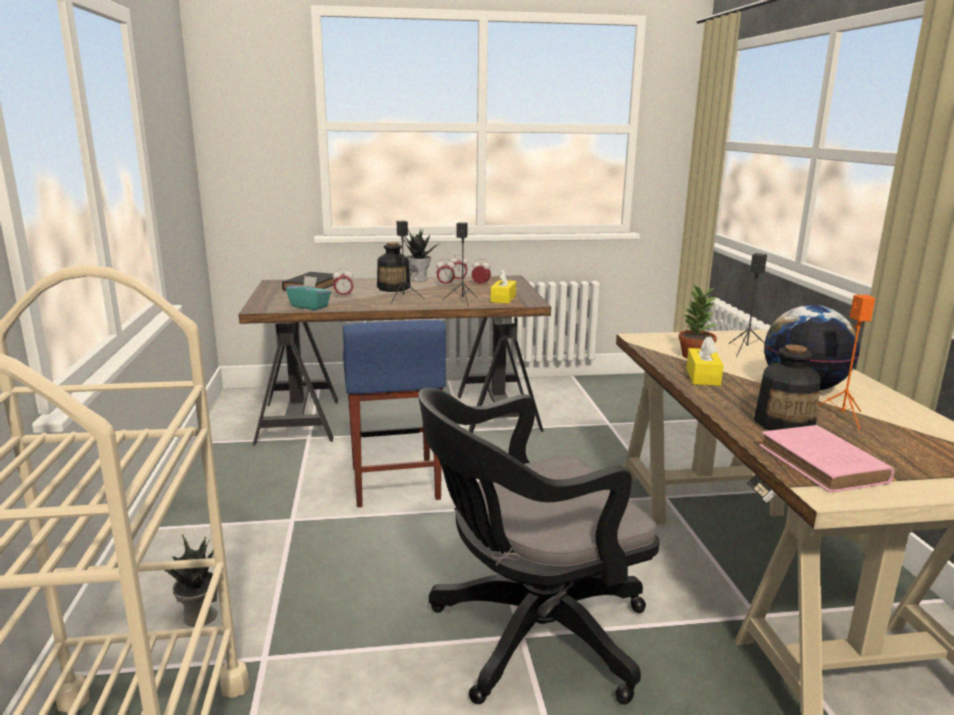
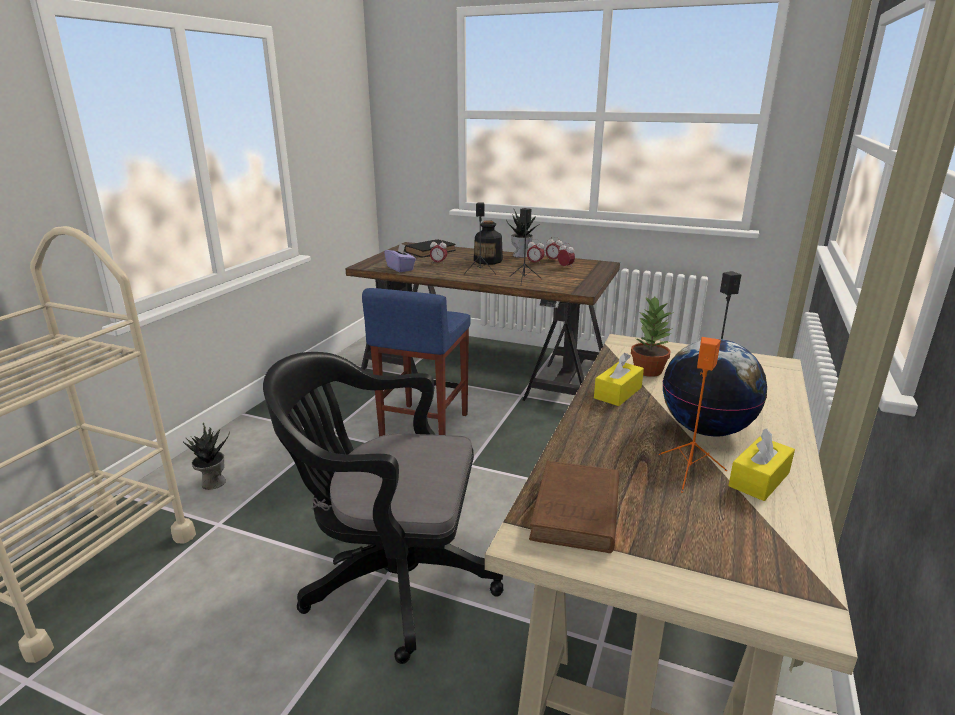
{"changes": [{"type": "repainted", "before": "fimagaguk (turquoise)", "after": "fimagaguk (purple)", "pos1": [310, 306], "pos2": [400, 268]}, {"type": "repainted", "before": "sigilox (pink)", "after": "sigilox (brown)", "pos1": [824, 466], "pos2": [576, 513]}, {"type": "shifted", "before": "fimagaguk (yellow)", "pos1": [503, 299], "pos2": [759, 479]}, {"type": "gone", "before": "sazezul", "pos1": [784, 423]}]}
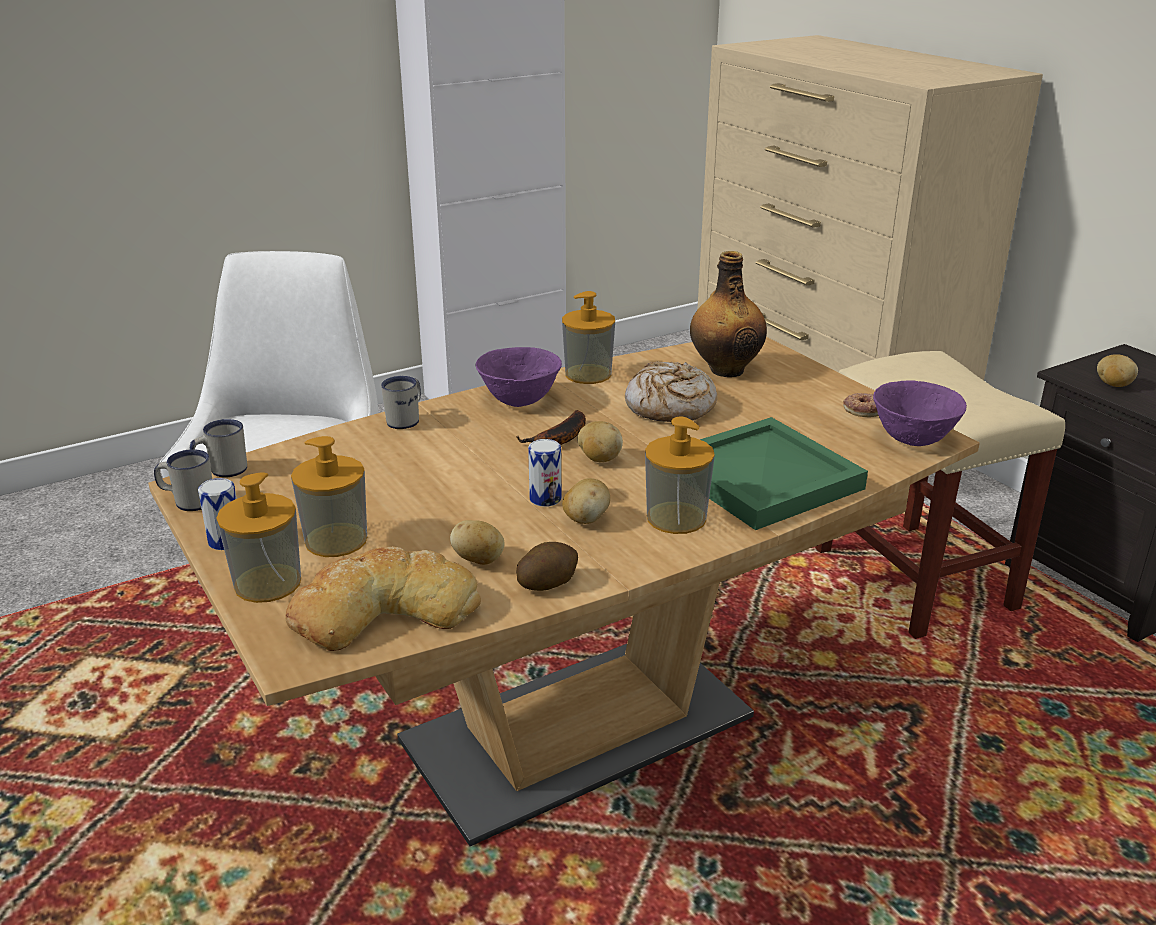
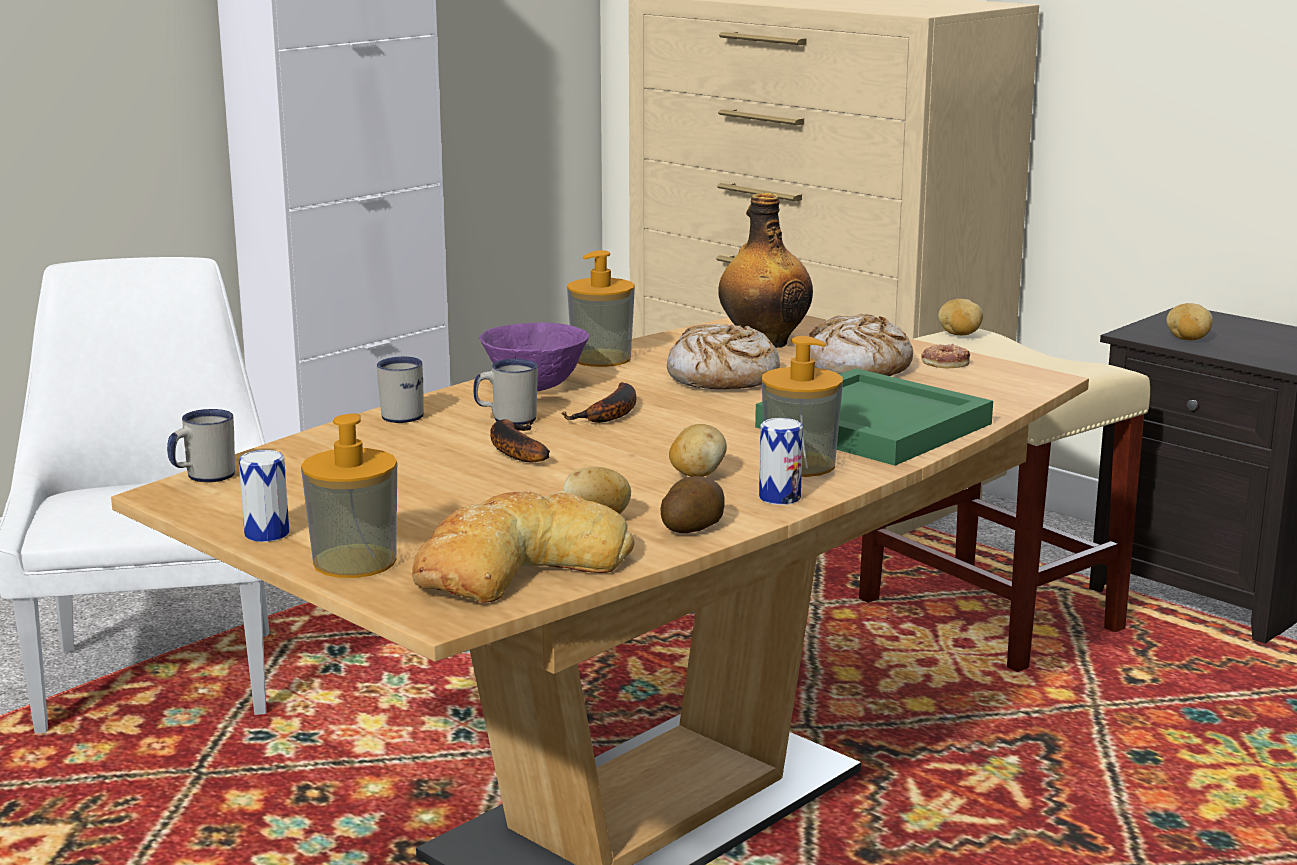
{"changes": [{"type": "shifted", "before": "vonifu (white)", "pos1": [188, 501], "pos2": [506, 419]}, {"type": "new", "after": "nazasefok", "pos2": [514, 449]}, {"type": "shifted", "before": "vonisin", "pos1": [545, 498], "pos2": [779, 497]}, {"type": "new", "after": "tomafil", "pos2": [857, 367]}, {"type": "shifted", "before": "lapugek", "pos1": [599, 459], "pos2": [959, 334]}, {"type": "gone", "before": "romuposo", "pos1": [336, 540]}, {"type": "gone", "before": "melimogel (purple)", "pos1": [913, 439]}]}
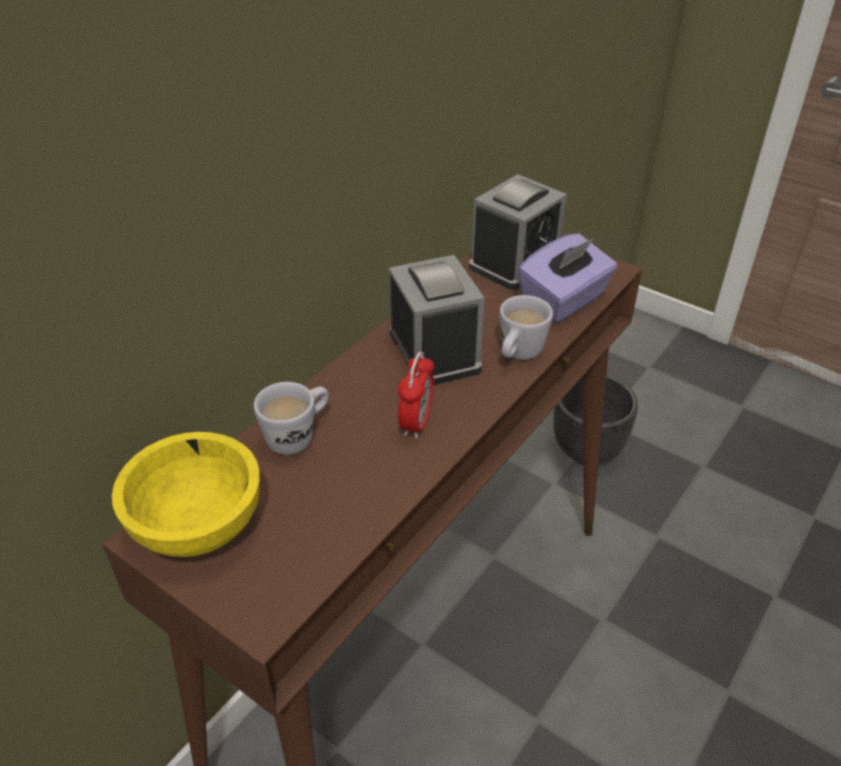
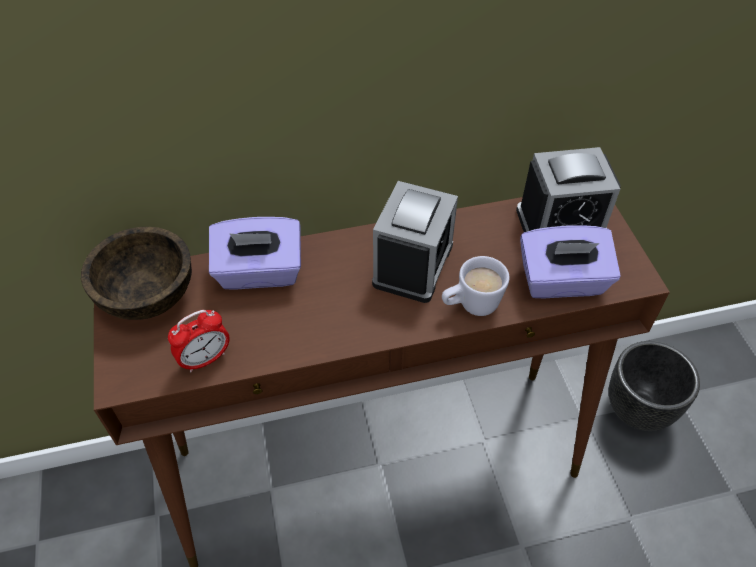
{"changes": [{"type": "repainted", "before": "melimogel (yellow)", "after": "melimogel (brown)", "pos1": [199, 525], "pos2": [148, 296]}, {"type": "shifted", "before": "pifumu", "pos1": [416, 423], "pos2": [205, 359]}, {"type": "swapped", "before": "vonifu (white)", "after": "fimagaguk (purple)", "pos1": [298, 436], "pos2": [260, 273]}]}
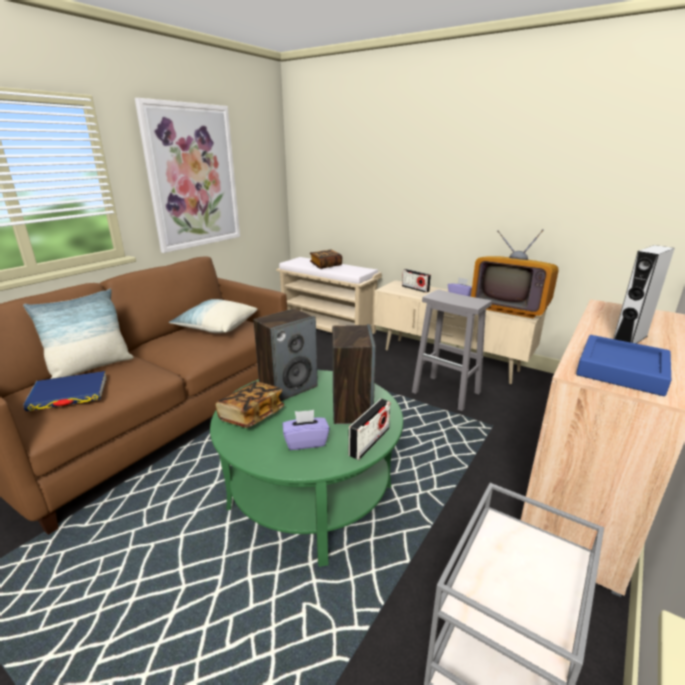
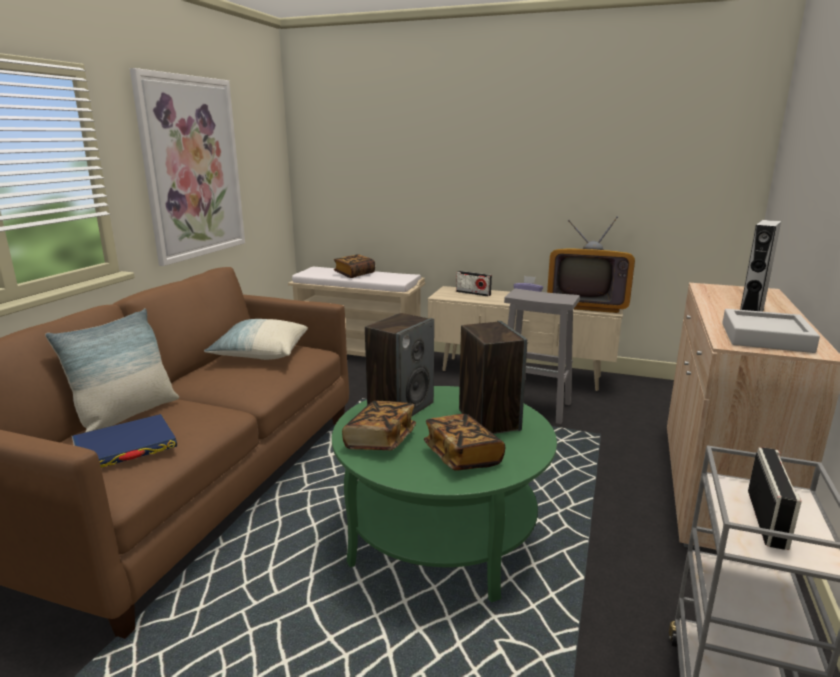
{"changes": [{"type": "swapped", "before": "fimagaguk (purple)", "after": "sigilox", "pos1": [305, 442], "pos2": [462, 456]}, {"type": "repainted", "before": "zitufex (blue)", "after": "zitufex (grey)", "pos1": [621, 370], "pos2": [765, 337]}, {"type": "shifted", "before": "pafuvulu", "pos1": [369, 442], "pos2": [767, 519]}]}
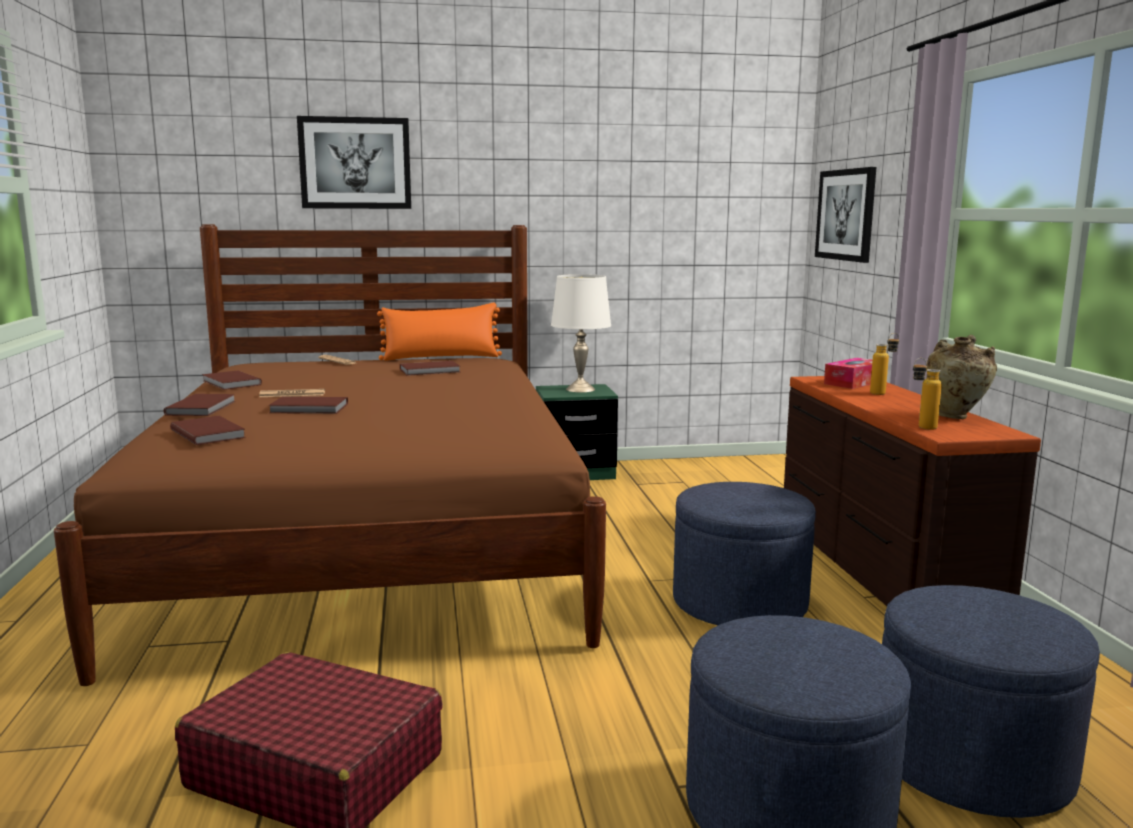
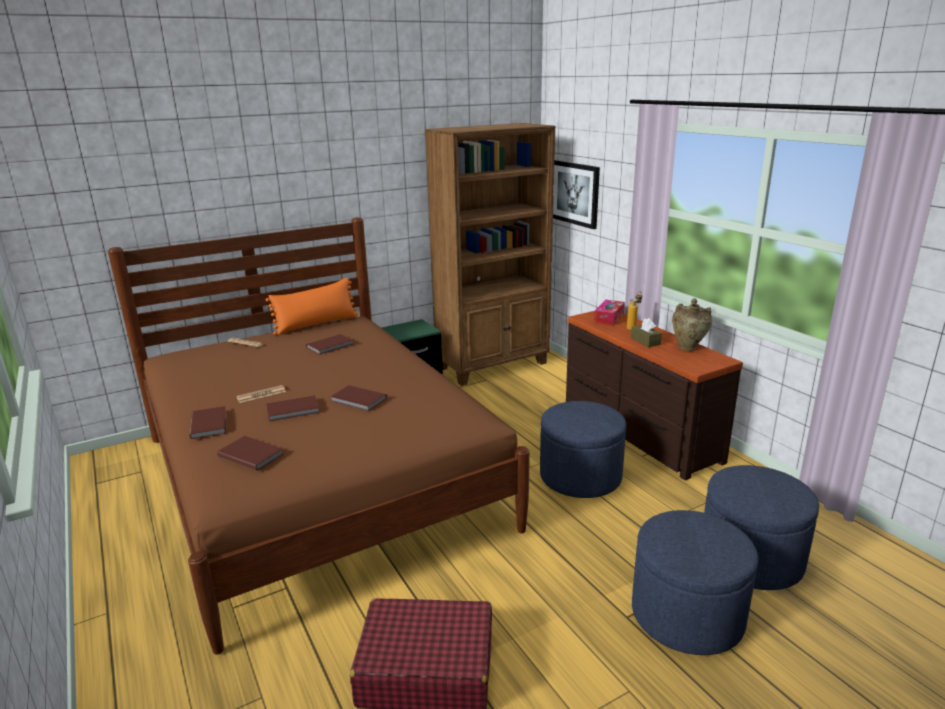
{"changes": [{"type": "shifted", "before": "sigilox (brown)", "pos1": [230, 383], "pos2": [358, 400]}, {"type": "new", "after": "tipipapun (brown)", "pos2": [493, 366]}, {"type": "new", "after": "fimagaguk (brown)", "pos2": [645, 341]}, {"type": "gone", "before": "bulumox", "pos1": [355, 163]}, {"type": "gone", "before": "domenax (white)", "pos1": [581, 389]}, {"type": "gone", "before": "sazezul", "pos1": [921, 428]}]}
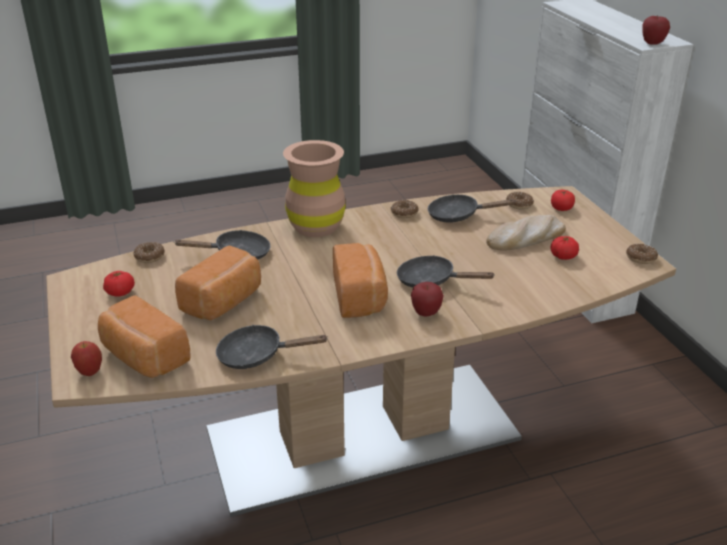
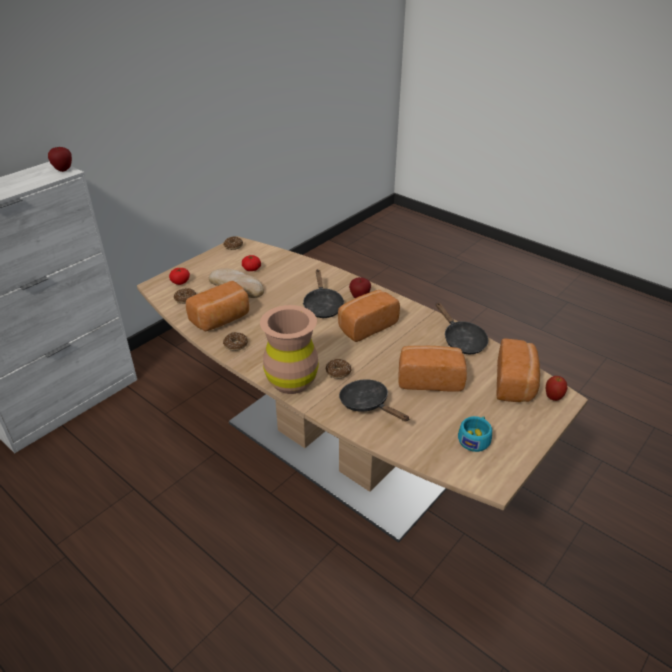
{"changes": [{"type": "swapped", "before": "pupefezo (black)", "after": "tomafil", "pos1": [458, 215], "pos2": [222, 319]}, {"type": "shifted", "before": "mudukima", "pos1": [149, 257], "pos2": [338, 372]}, {"type": "swapped", "before": "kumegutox", "after": "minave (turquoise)", "pos1": [120, 292], "pos2": [475, 438]}]}
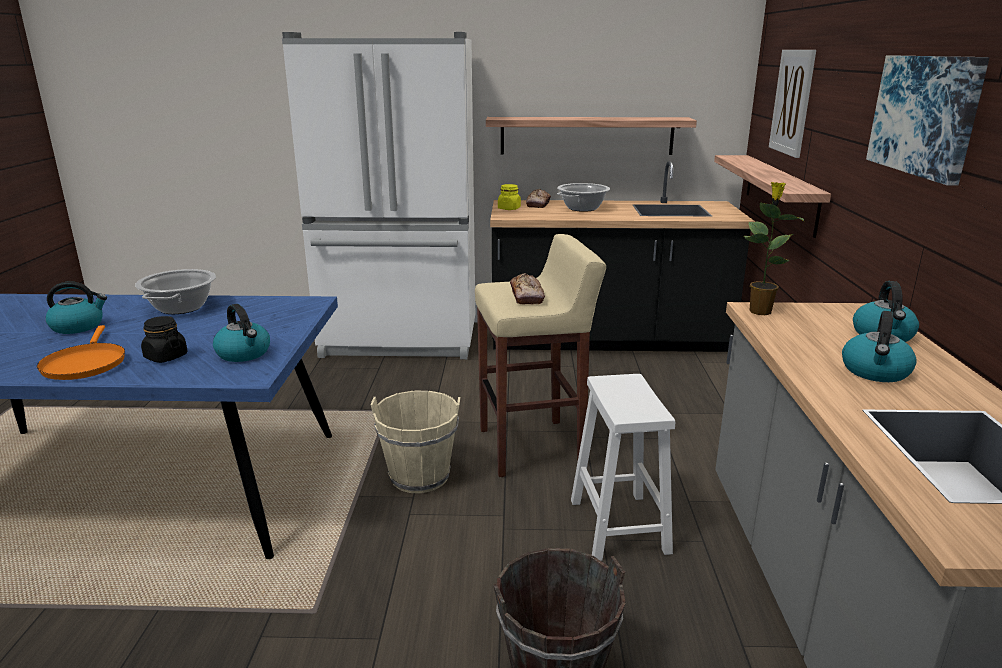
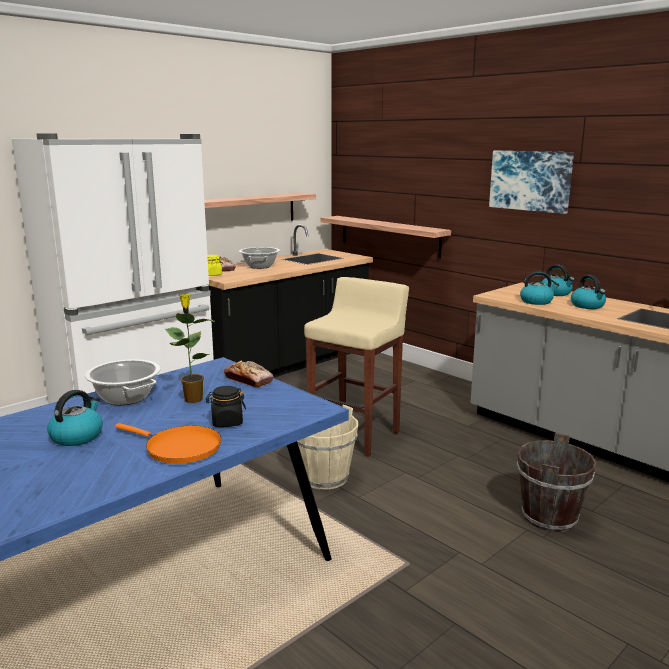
{"changes": [{"type": "shifted", "before": "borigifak", "pos1": [760, 311], "pos2": [193, 399]}, {"type": "shifted", "before": "tomafil", "pos1": [526, 296], "pos2": [248, 380]}, {"type": "shifted", "before": "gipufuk", "pos1": [244, 353], "pos2": [536, 301]}, {"type": "gone", "before": "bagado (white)", "pos1": [619, 527]}, {"type": "gone", "before": "bulumox", "pos1": [792, 102]}]}
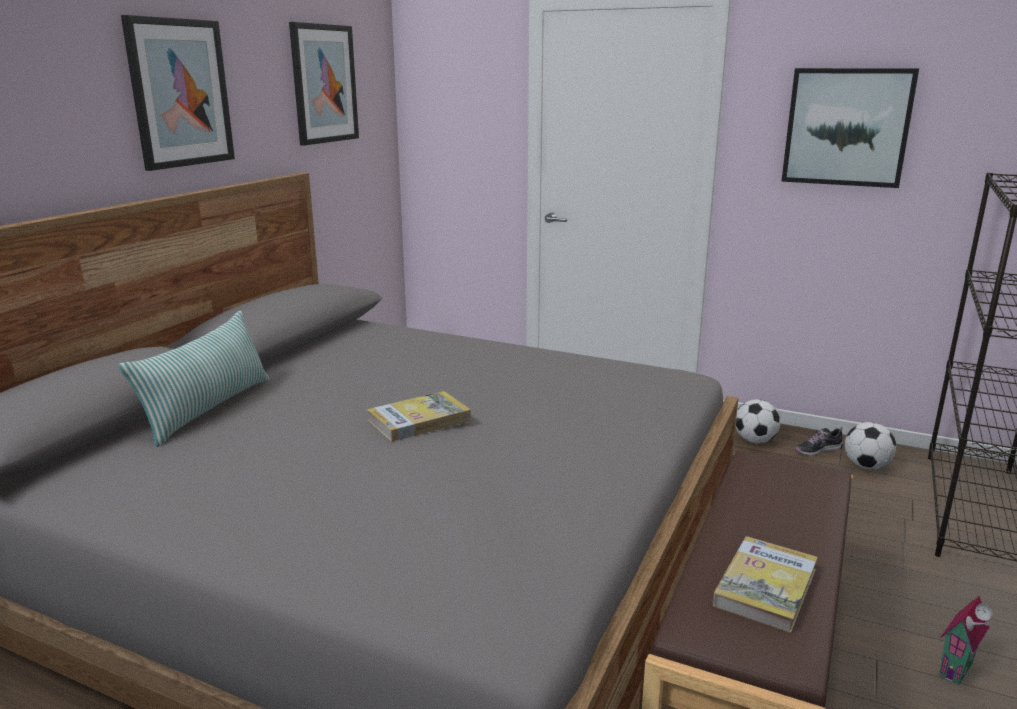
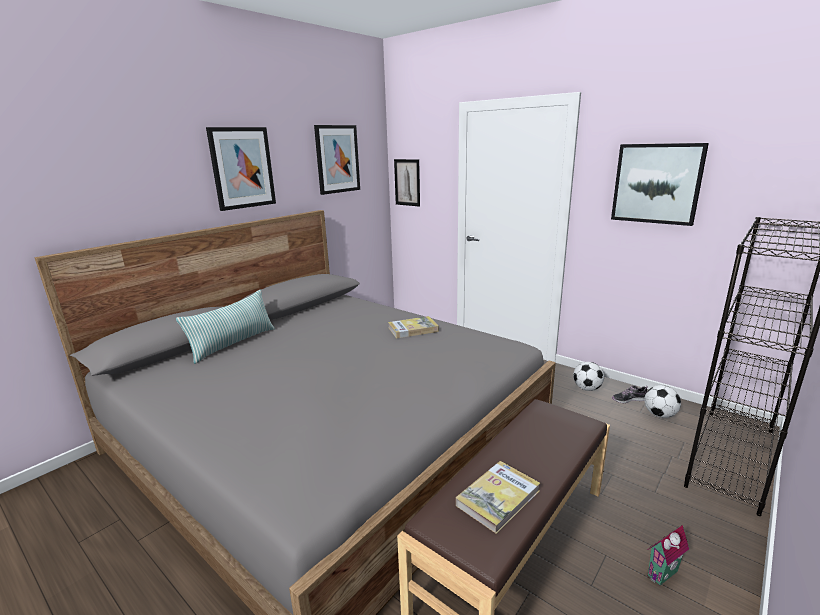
{"changes": [{"type": "shifted", "before": "sigilox", "pos1": [419, 420], "pos2": [413, 329]}, {"type": "new", "after": "bulumox", "pos2": [407, 182]}]}
